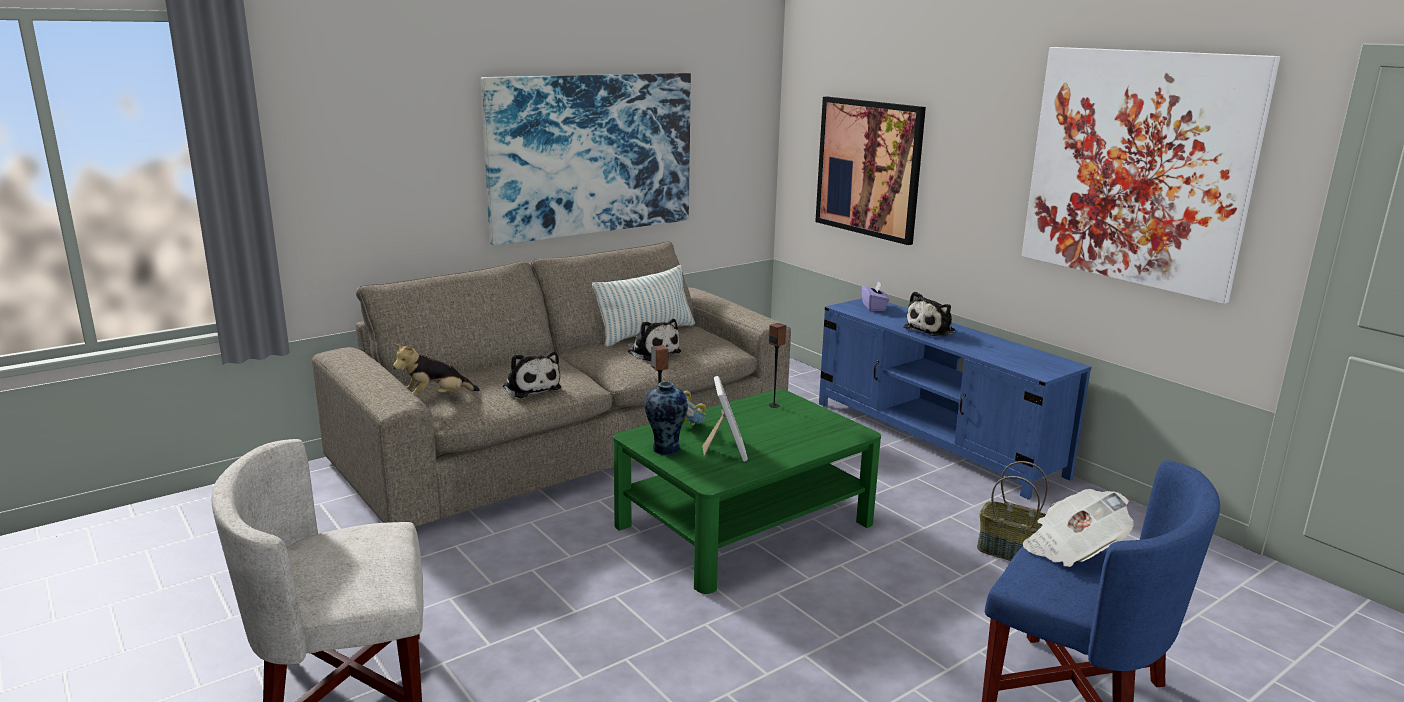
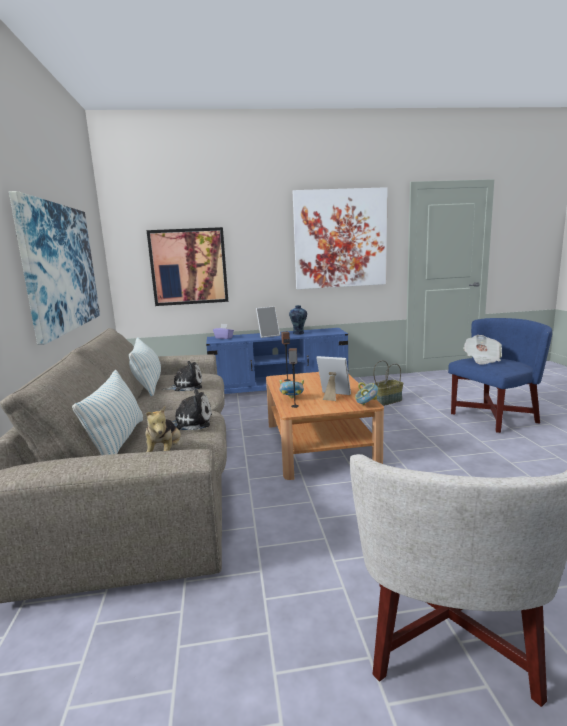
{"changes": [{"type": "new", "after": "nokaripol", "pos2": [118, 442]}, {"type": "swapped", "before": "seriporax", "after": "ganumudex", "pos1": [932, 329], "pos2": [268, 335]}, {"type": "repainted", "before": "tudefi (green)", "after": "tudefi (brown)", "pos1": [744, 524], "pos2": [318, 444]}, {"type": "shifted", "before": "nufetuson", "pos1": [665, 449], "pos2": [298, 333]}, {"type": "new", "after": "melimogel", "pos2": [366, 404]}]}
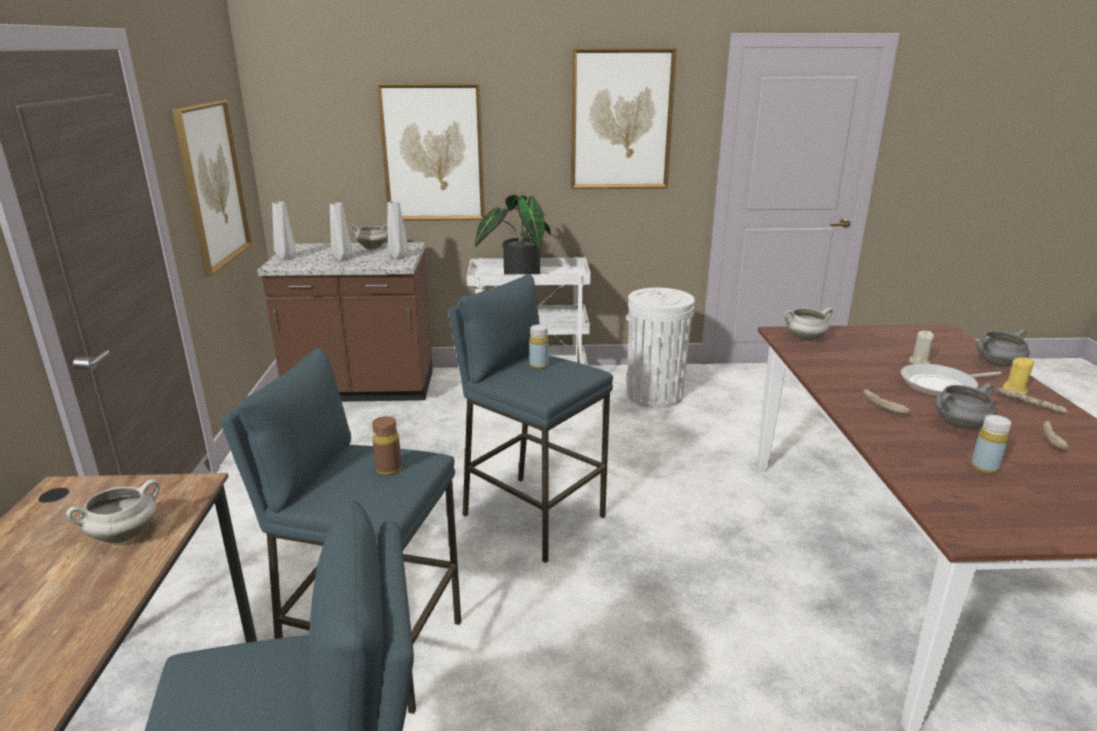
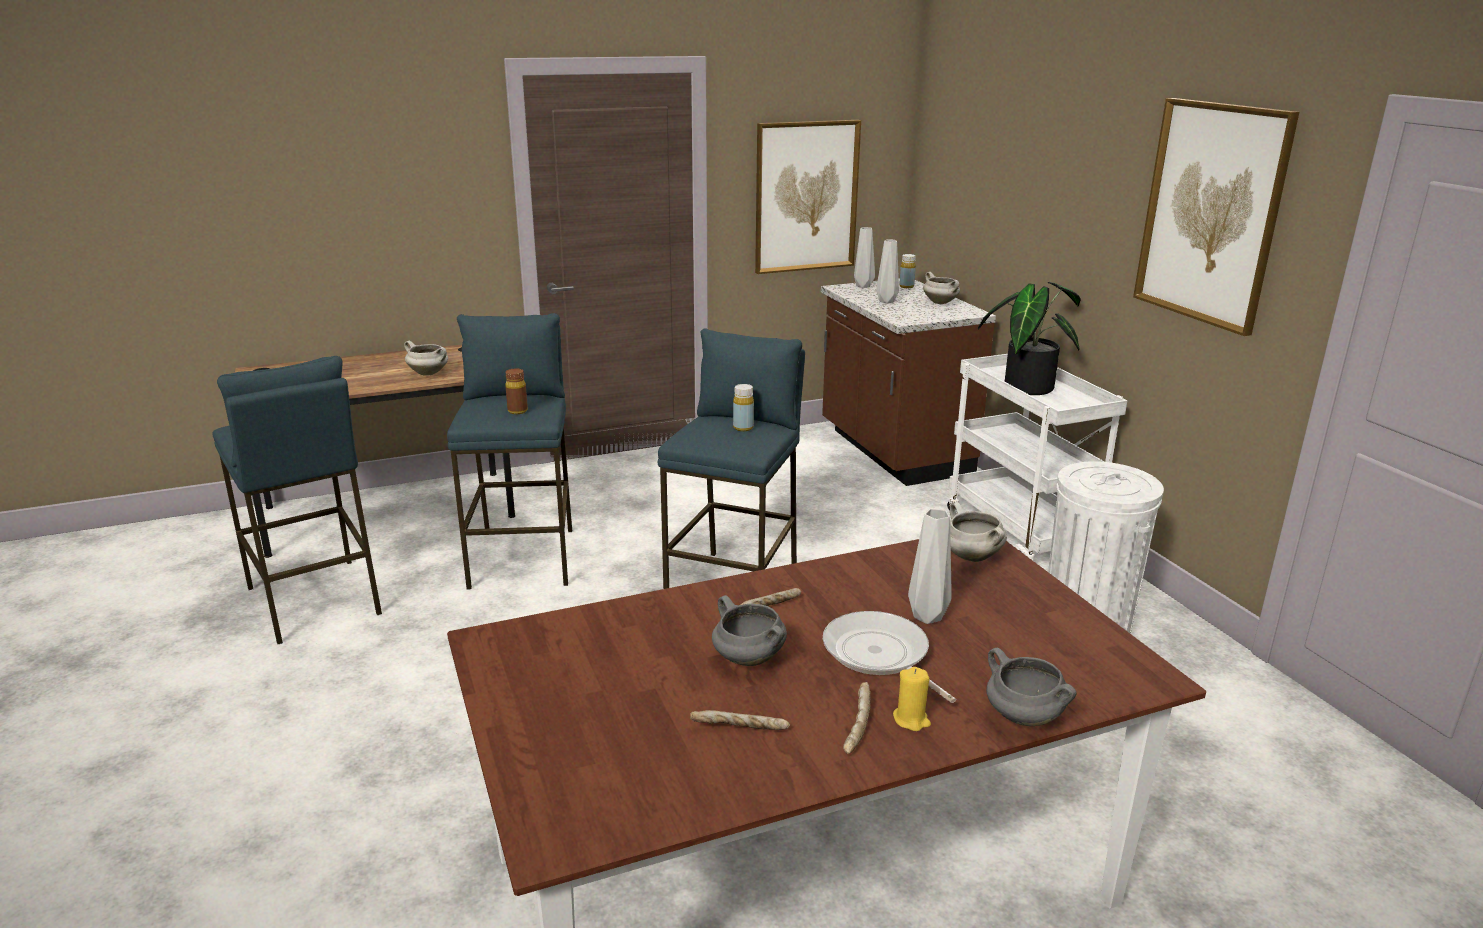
{"changes": [{"type": "shifted", "before": "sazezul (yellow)", "pos1": [984, 467], "pos2": [906, 286]}, {"type": "shifted", "before": "nufetuson (grey)", "pos1": [398, 258], "pos2": [926, 617]}, {"type": "gone", "before": "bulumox", "pos1": [433, 153]}, {"type": "gone", "before": "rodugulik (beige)", "pos1": [919, 362]}]}
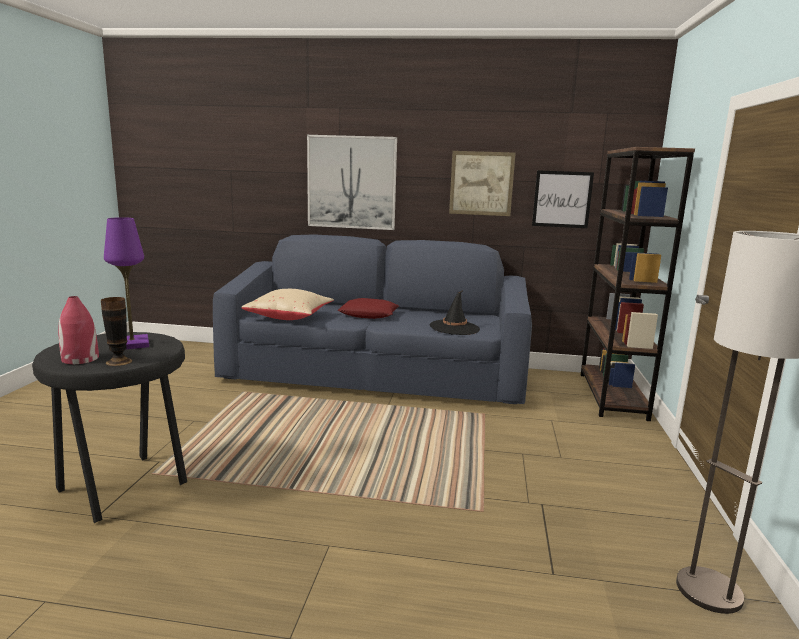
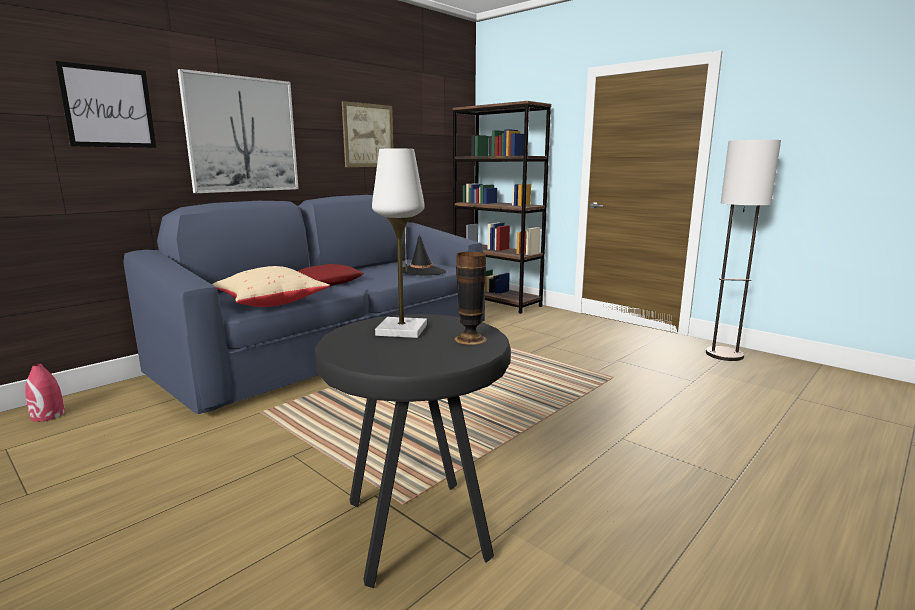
{"changes": [{"type": "shifted", "before": "nufetuson (red)", "pos1": [80, 359], "pos2": [48, 415]}, {"type": "shifted", "before": "bulumox", "pos1": [562, 199], "pos2": [108, 107]}, {"type": "repainted", "before": "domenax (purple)", "after": "domenax (white)", "pos1": [132, 344], "pos2": [402, 330]}]}
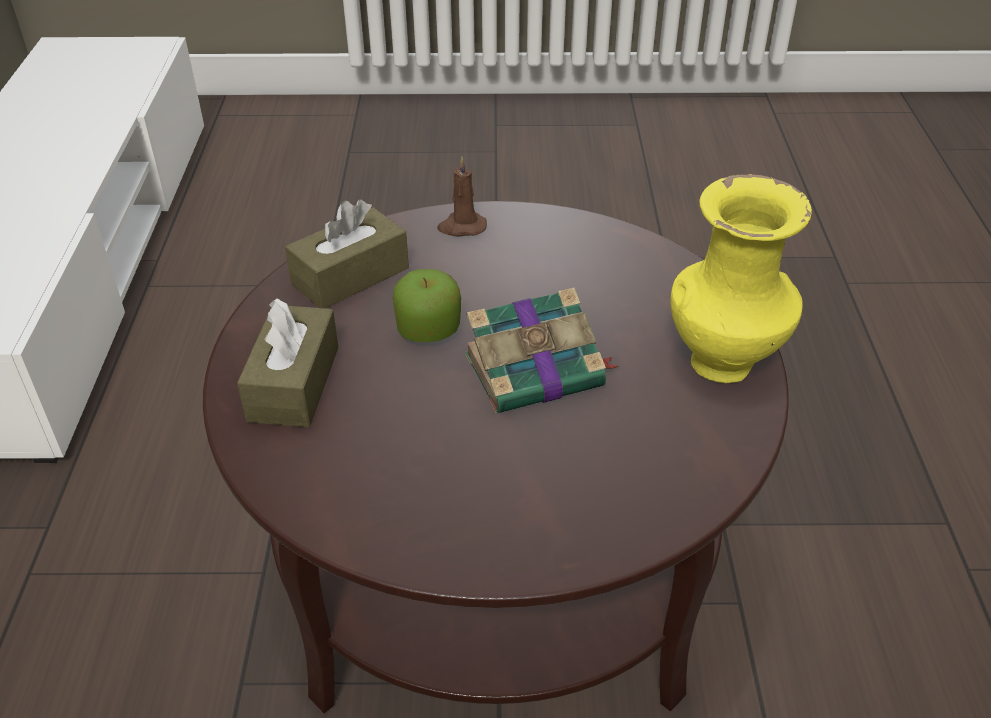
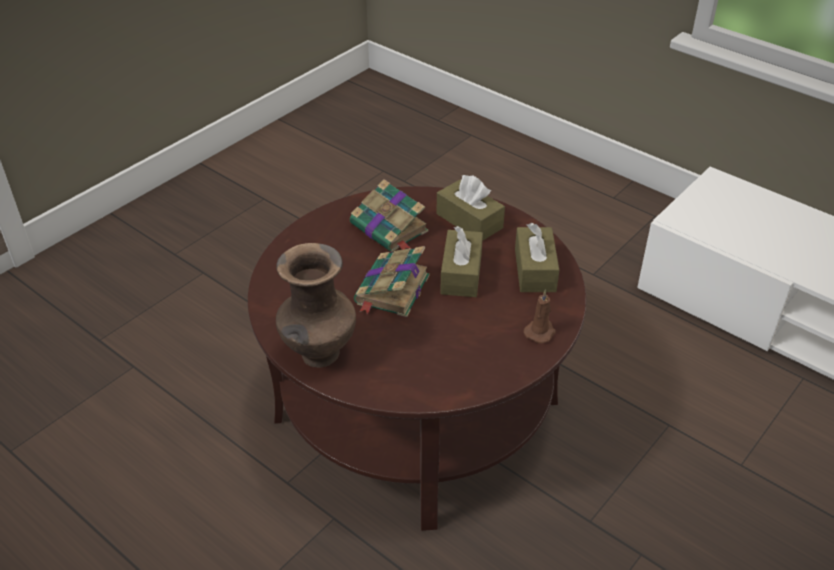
{"changes": [{"type": "repainted", "before": "nufetuson (yellow)", "after": "nufetuson (brown)", "pos1": [725, 362], "pos2": [319, 355]}, {"type": "new", "after": "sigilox", "pos2": [390, 229]}, {"type": "swapped", "before": "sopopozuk", "after": "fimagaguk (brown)", "pos1": [428, 329], "pos2": [461, 274]}]}
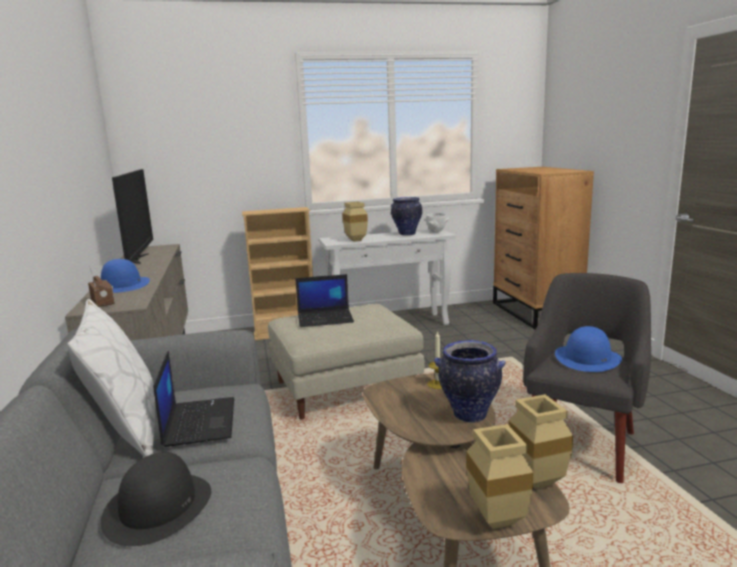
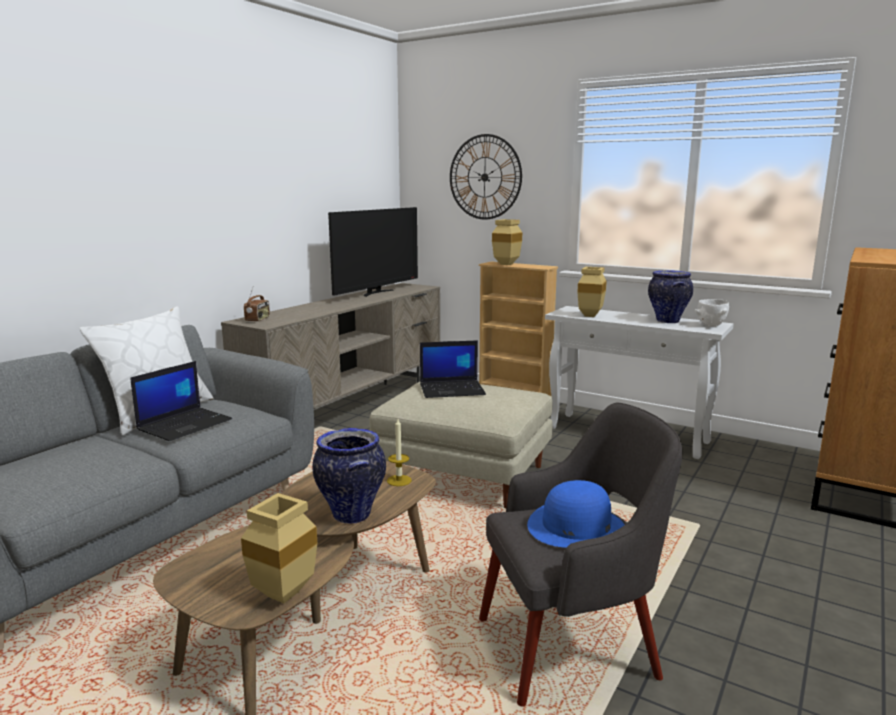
{"changes": [{"type": "rotated", "before": "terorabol", "pos1": [326, 318], "pos2": [452, 389], "turn": -45}, {"type": "new", "after": "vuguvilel", "pos2": [484, 177]}, {"type": "shifted", "before": "nufetuson (beige)", "pos1": [500, 522], "pos2": [506, 264]}, {"type": "gone", "before": "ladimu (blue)", "pos1": [121, 285]}, {"type": "gone", "before": "ladimu (black)", "pos1": [158, 506]}]}
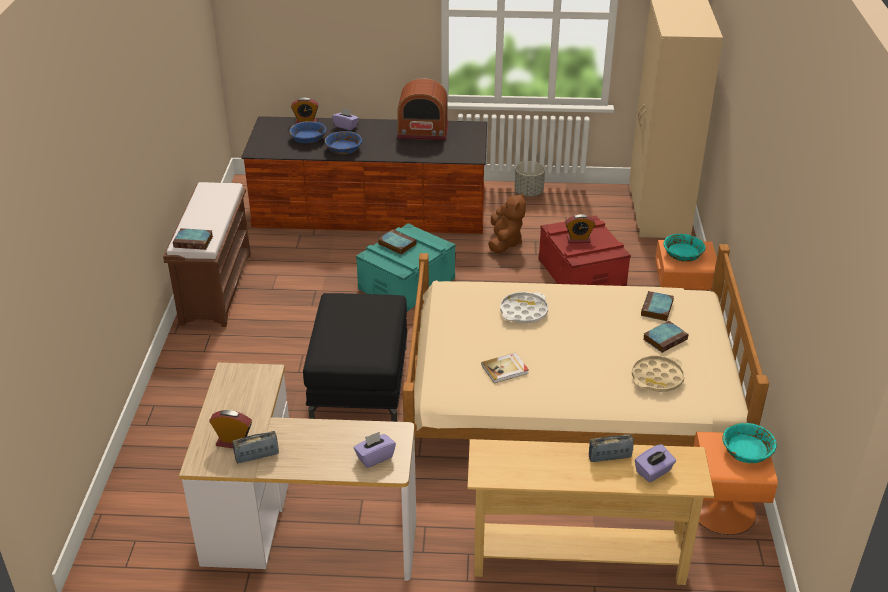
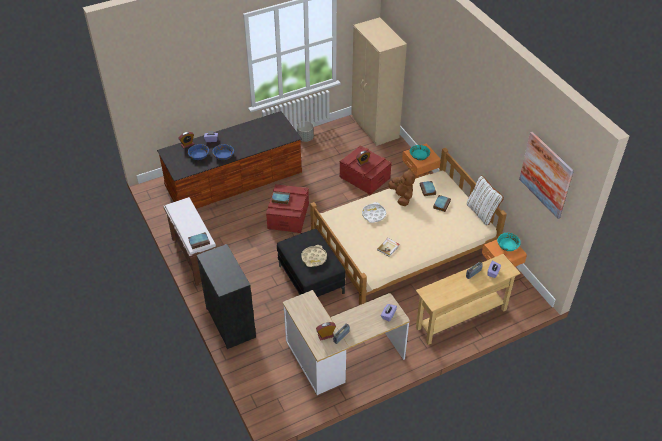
{"changes": [{"type": "new", "after": "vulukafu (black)", "pos2": [231, 322]}, {"type": "repainted", "before": "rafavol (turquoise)", "after": "rafavol (red)", "pos1": [406, 283], "pos2": [288, 216]}, {"type": "shifted", "before": "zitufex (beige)", "pos1": [657, 378], "pos2": [314, 258]}, {"type": "shifted", "before": "seriporax (brown)", "pos1": [504, 242], "pos2": [402, 197]}, {"type": "new", "after": "nokaripol (white)", "pos2": [482, 212]}, {"type": "new", "after": "bulumox", "pos2": [546, 174]}, {"type": "gone", "before": "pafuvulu", "pos1": [423, 131]}]}
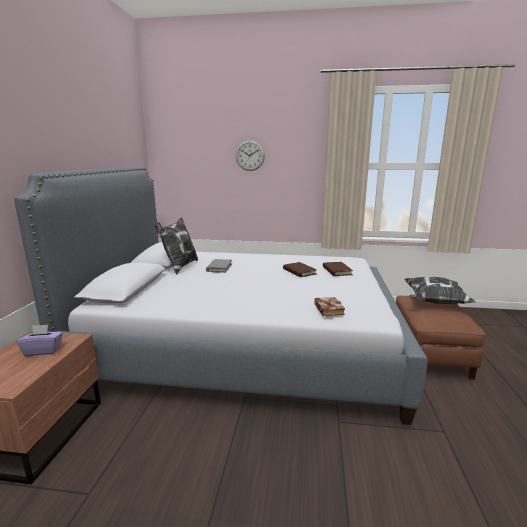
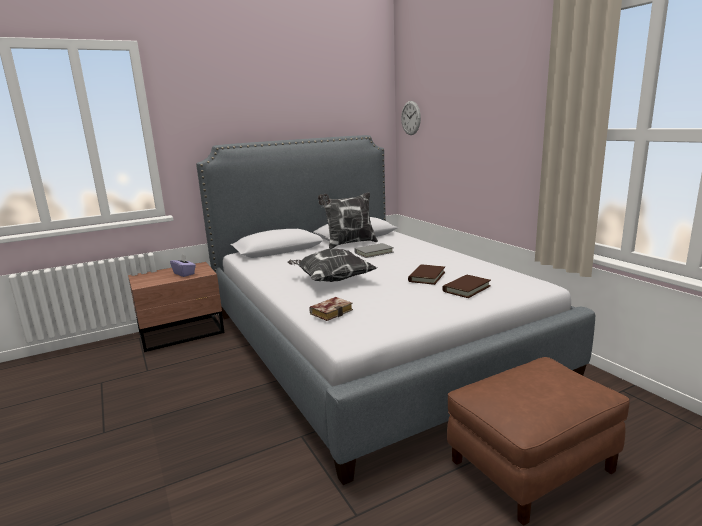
{"changes": [{"type": "shifted", "before": "nokaripol", "pos1": [434, 302], "pos2": [331, 280]}, {"type": "shifted", "before": "vuguvilel", "pos1": [250, 155], "pos2": [411, 118]}]}
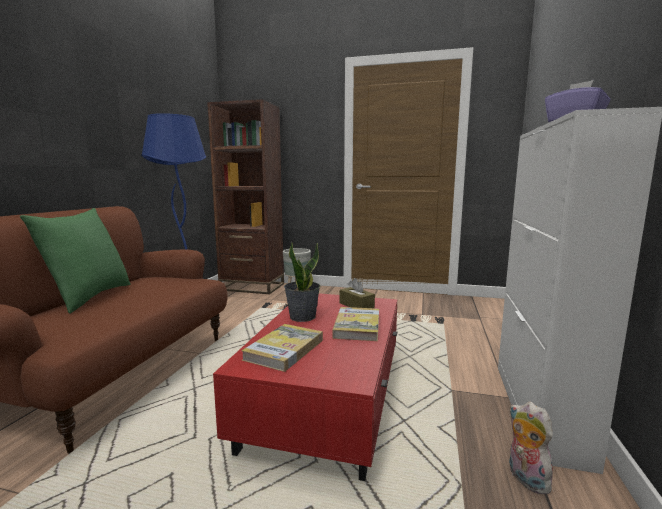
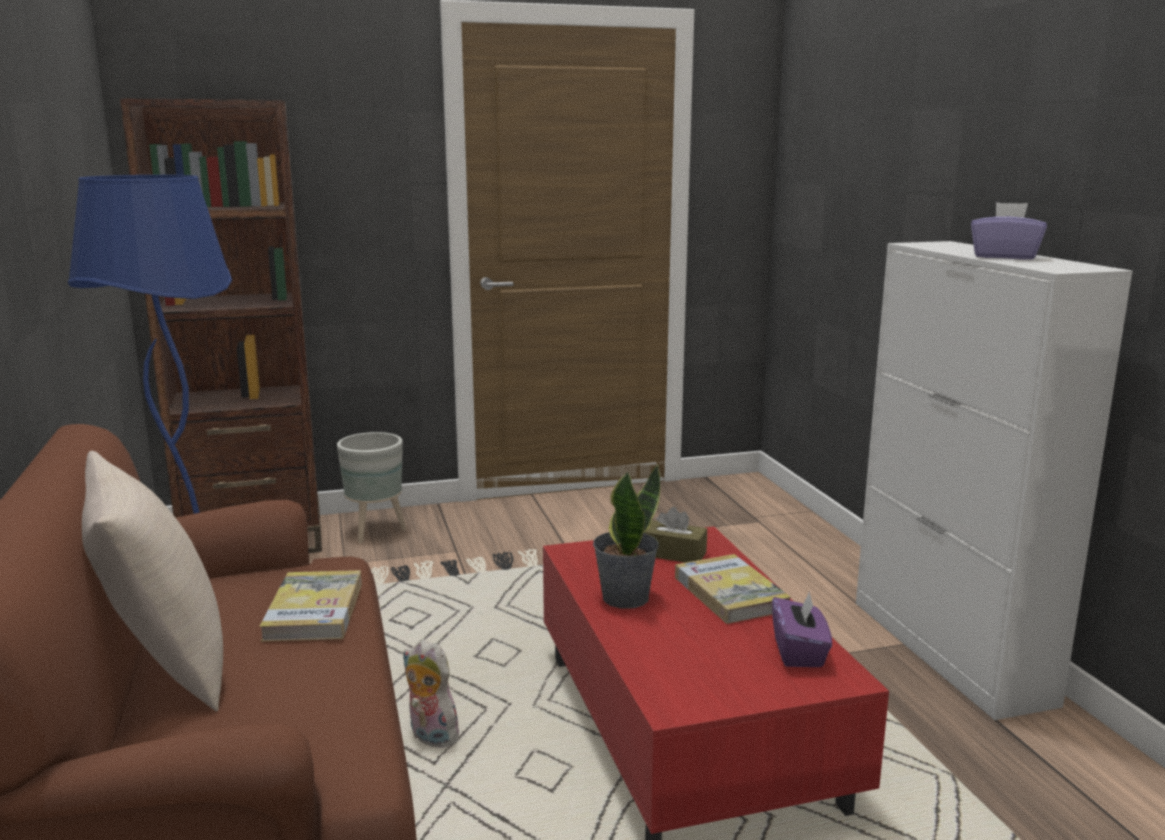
{"changes": [{"type": "repainted", "before": "nokaripol (green)", "after": "nokaripol (beige)", "pos1": [89, 297], "pos2": [164, 666]}, {"type": "shifted", "before": "sigilox", "pos1": [284, 349], "pos2": [314, 611]}, {"type": "shifted", "before": "seriporax", "pos1": [525, 478], "pos2": [430, 737]}, {"type": "new", "after": "fimagaguk (purple)", "pos2": [799, 652]}]}
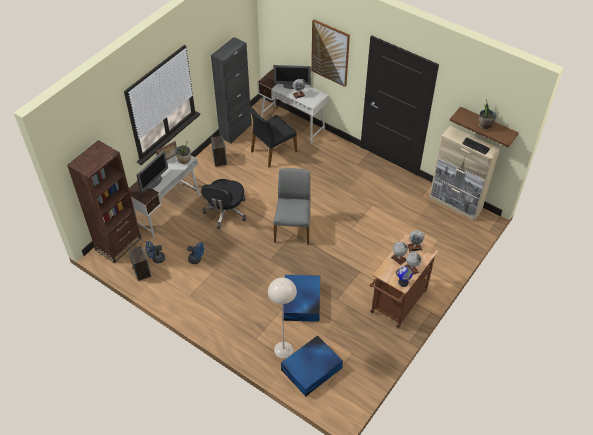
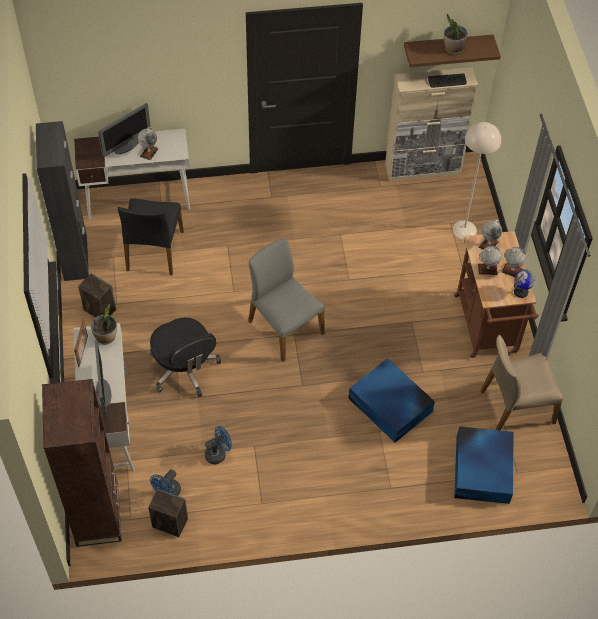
{"changes": [{"type": "shifted", "before": "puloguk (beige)", "pos1": [283, 350], "pos2": [464, 230]}, {"type": "new", "after": "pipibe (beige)", "pos2": [516, 406]}, {"type": "gone", "before": "bulumox", "pos1": [330, 53]}]}
